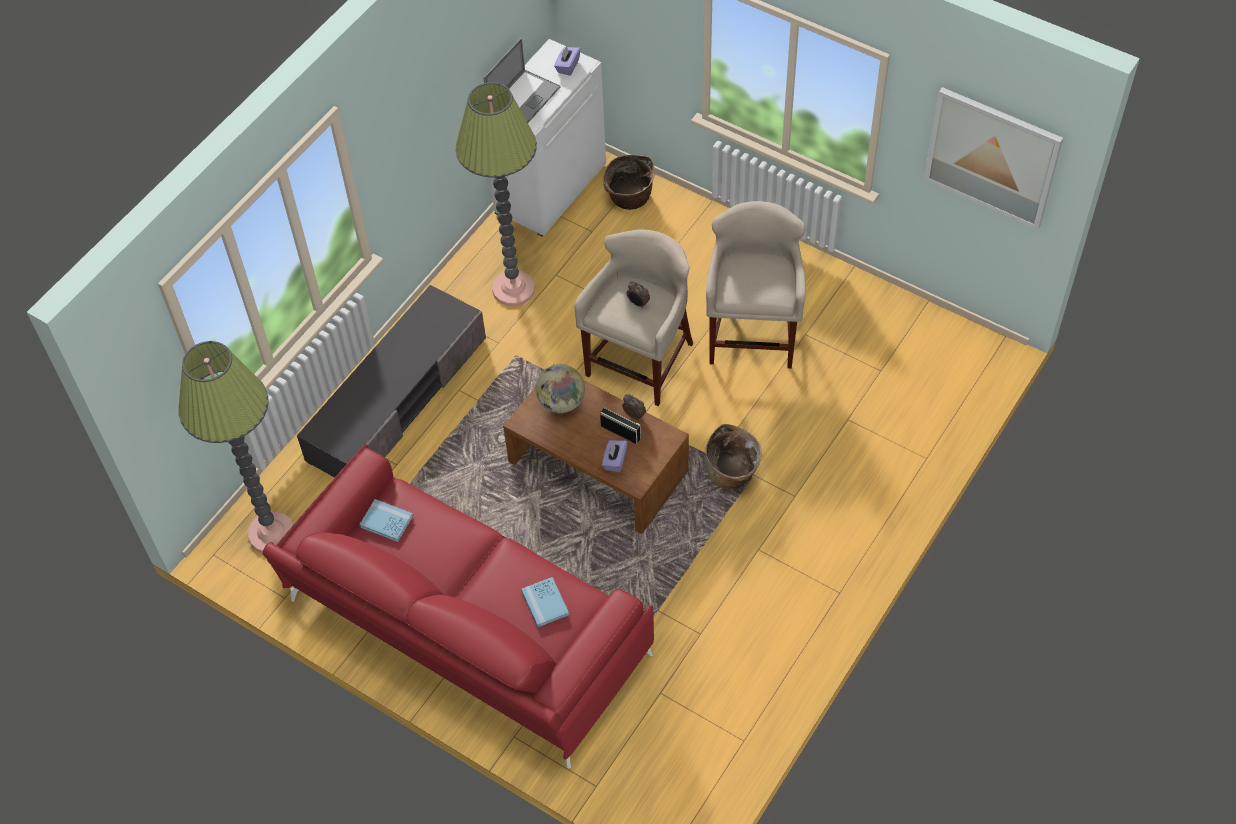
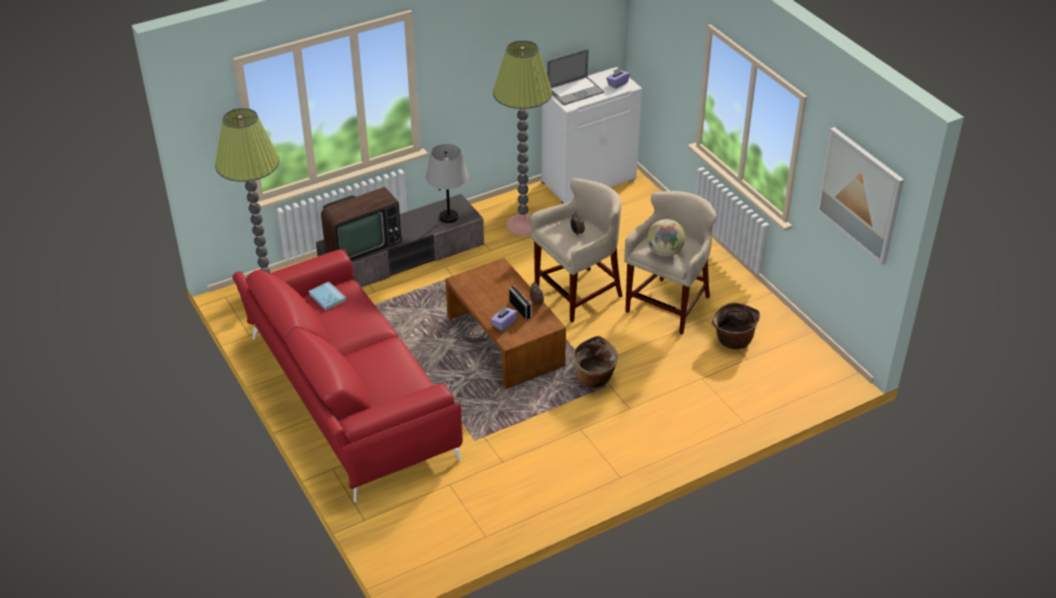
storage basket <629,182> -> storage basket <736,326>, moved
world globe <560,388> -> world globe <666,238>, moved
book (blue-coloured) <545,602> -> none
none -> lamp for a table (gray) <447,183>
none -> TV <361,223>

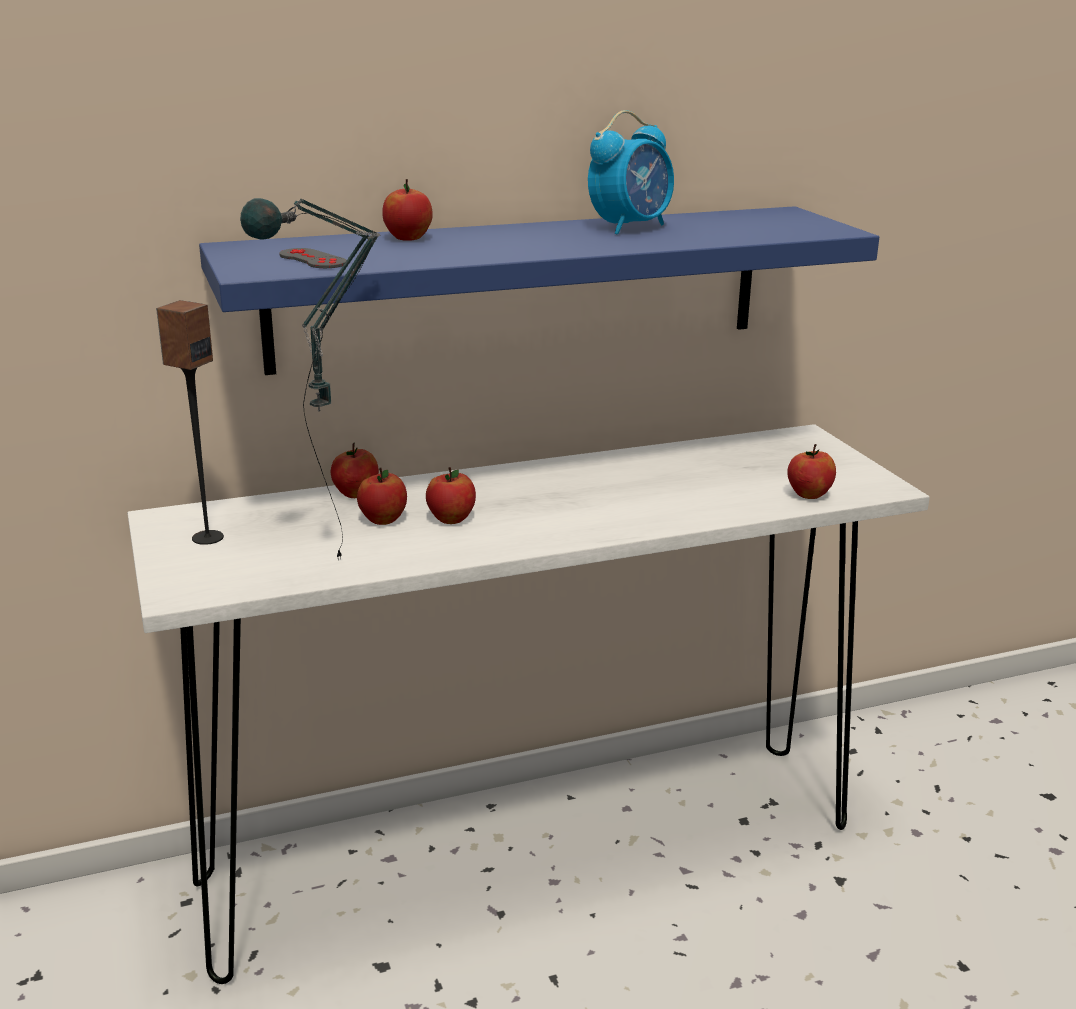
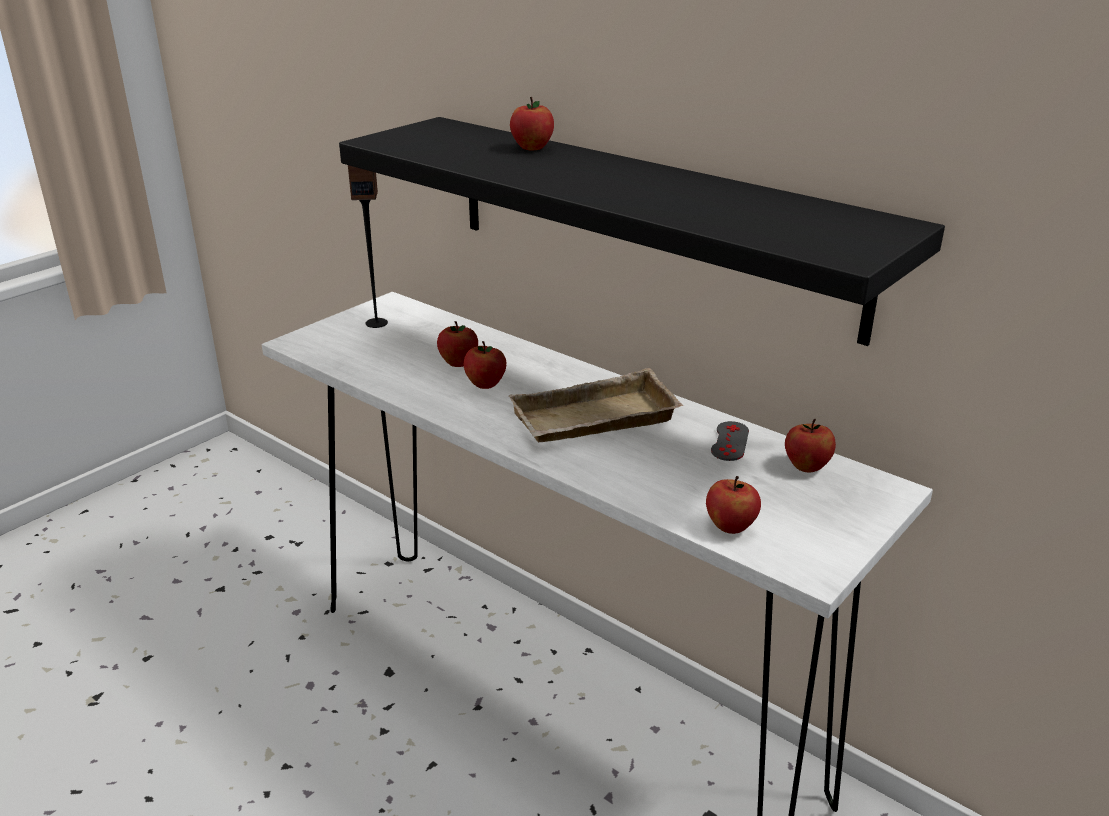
table clock <631,172> -> none
lamp for a table <310,378> -> none
bracket shelf (blue-coloured) <539,290> -> bracket shelf (blackish) <642,231>
joypad (gray) <313,258> -> joypad (gray) <730,441>, moved
apple <355,470> -> apple <810,446>, moved
none -> carrying tray (sand-coloured) <595,405>

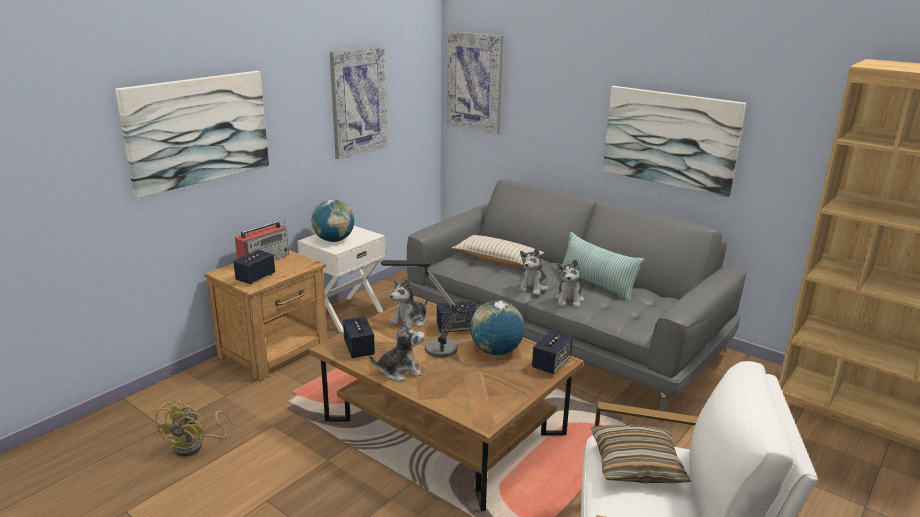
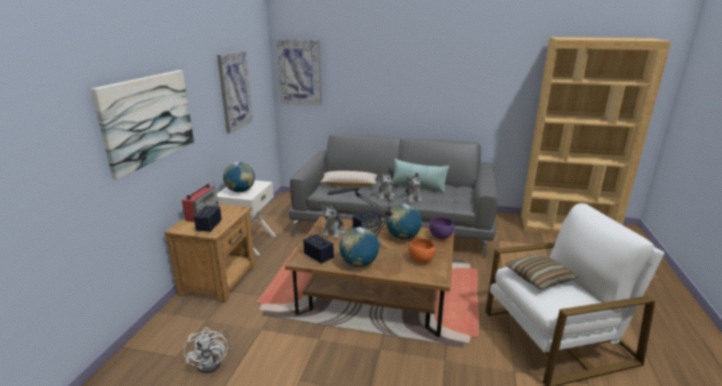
wall art <674,141> -> none
plush toy <397,350> -> world globe <359,247>
loudspeaker <552,352> -> bowl (purple-coloured) <441,228>
cooling fan (yellow) <193,428> -> cooling fan (white) <208,350>
none -> bowl (orange-coloured) <422,250>

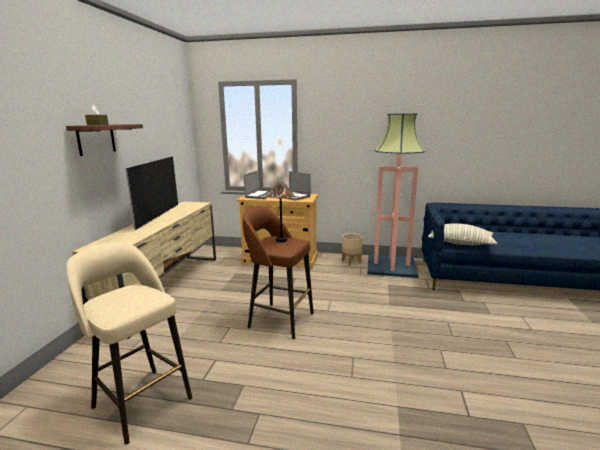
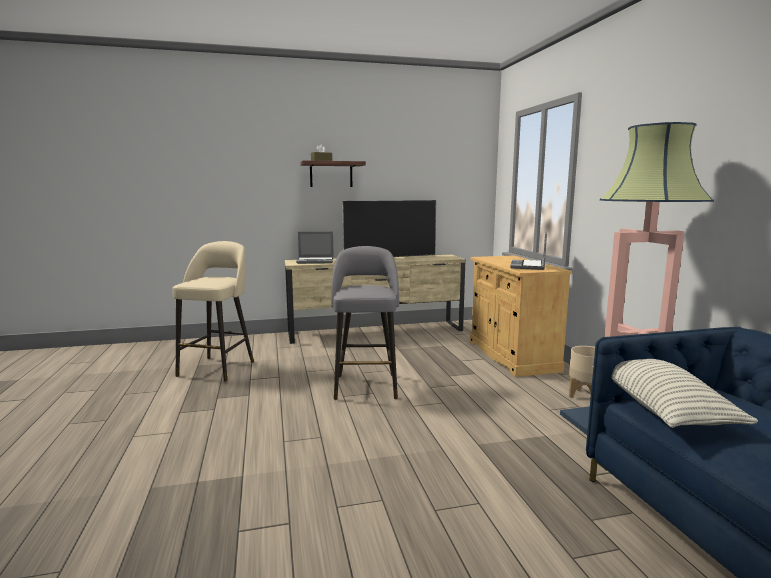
portable computer <257,185> -> portable computer <315,248>, moved
lamp for a table <280,212> -> none
sitting stool (brownish) <278,272> -> sitting stool (gray) <365,323>

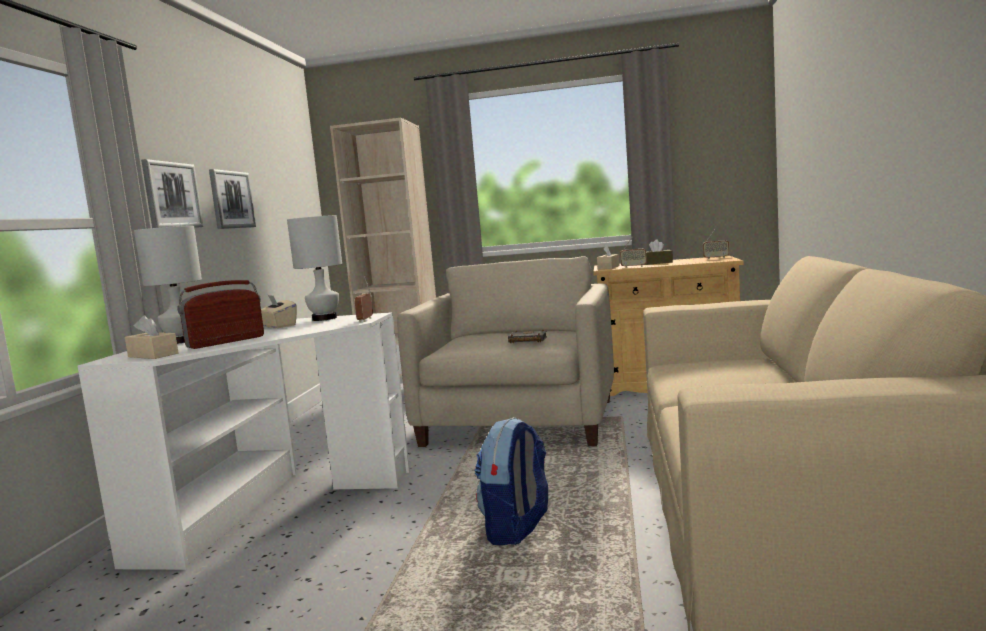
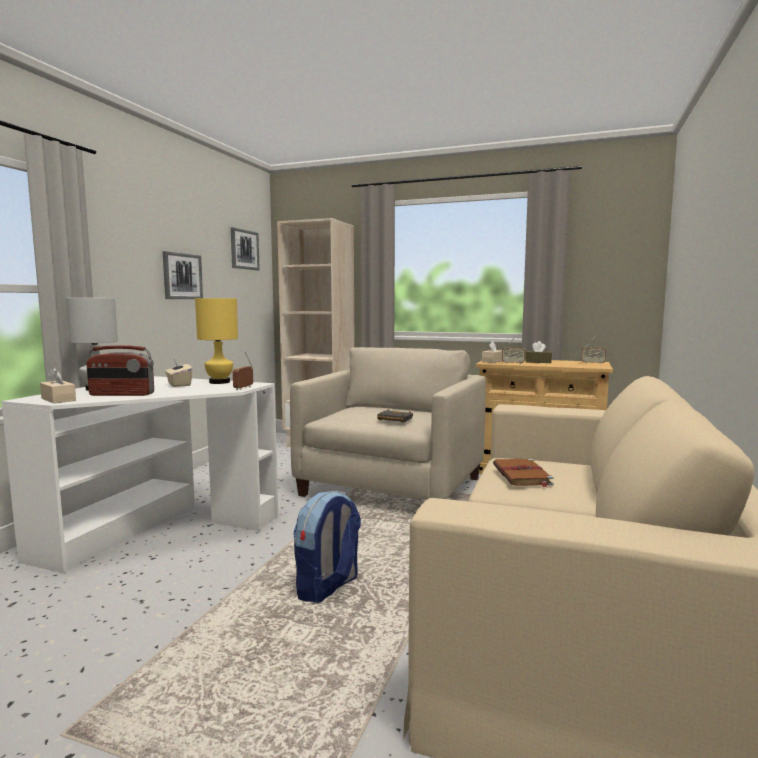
wall art <172,193> -> wall art <245,248>, moved
lamp for a table (white) <314,268> -> lamp for a table (yellow) <216,341>
radio receiver <220,314> -> radio receiver <120,370>, 150 degrees counterclockwise
none -> book (brownish) <523,473>

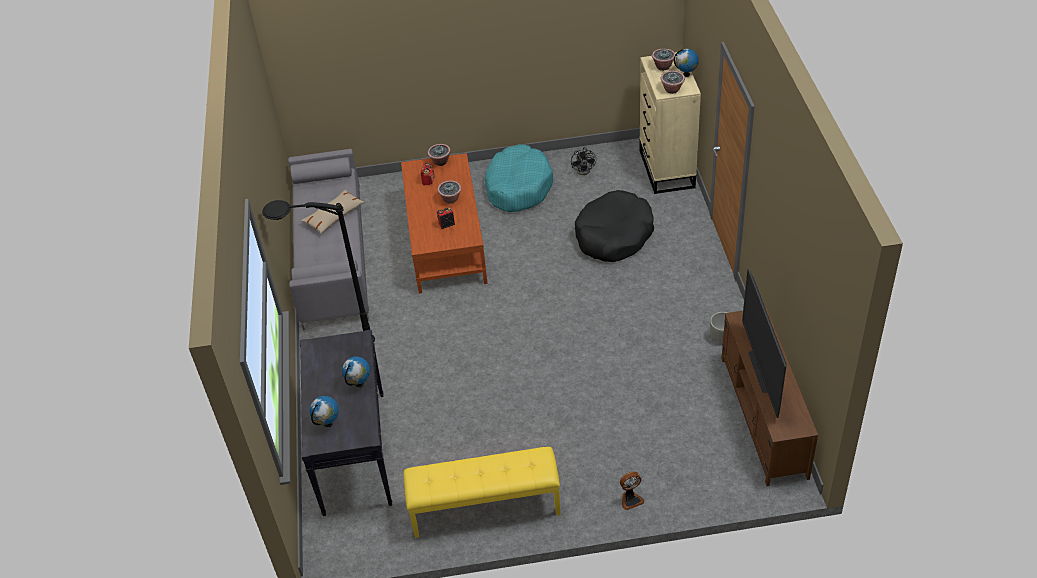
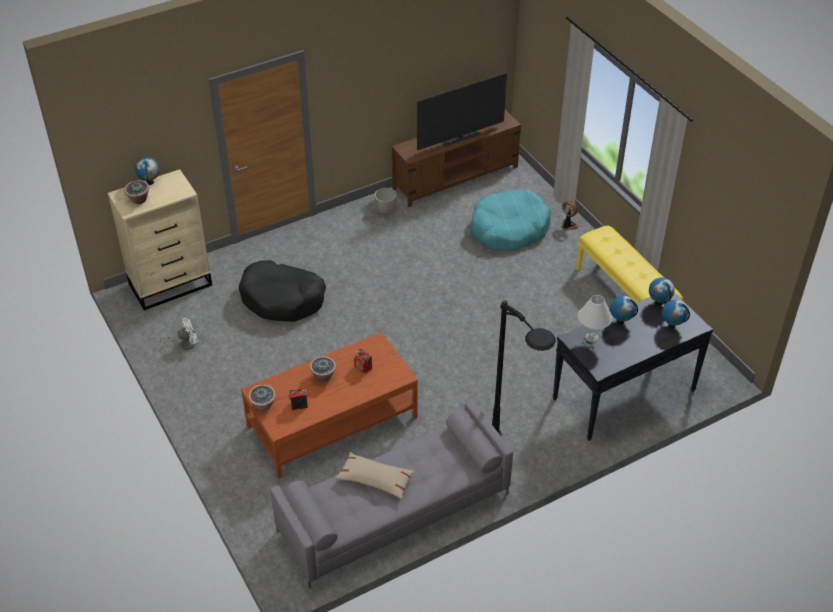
houseplant <673,82> -> none
pet bed (blue-green) <519,178> -> pet bed (blue-green) <510,220>, moved
cooling fan (blackish) <583,161> -> cooling fan (white) <179,334>
none -> world globe <662,291>
none -> lamp for a table (white) <595,319>

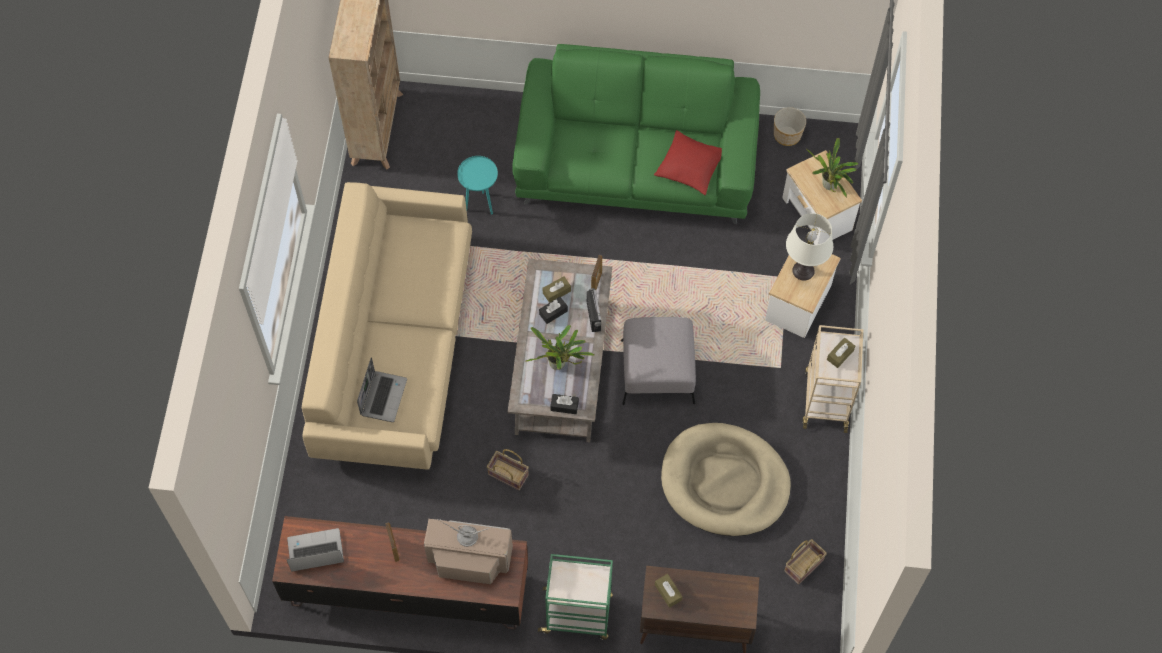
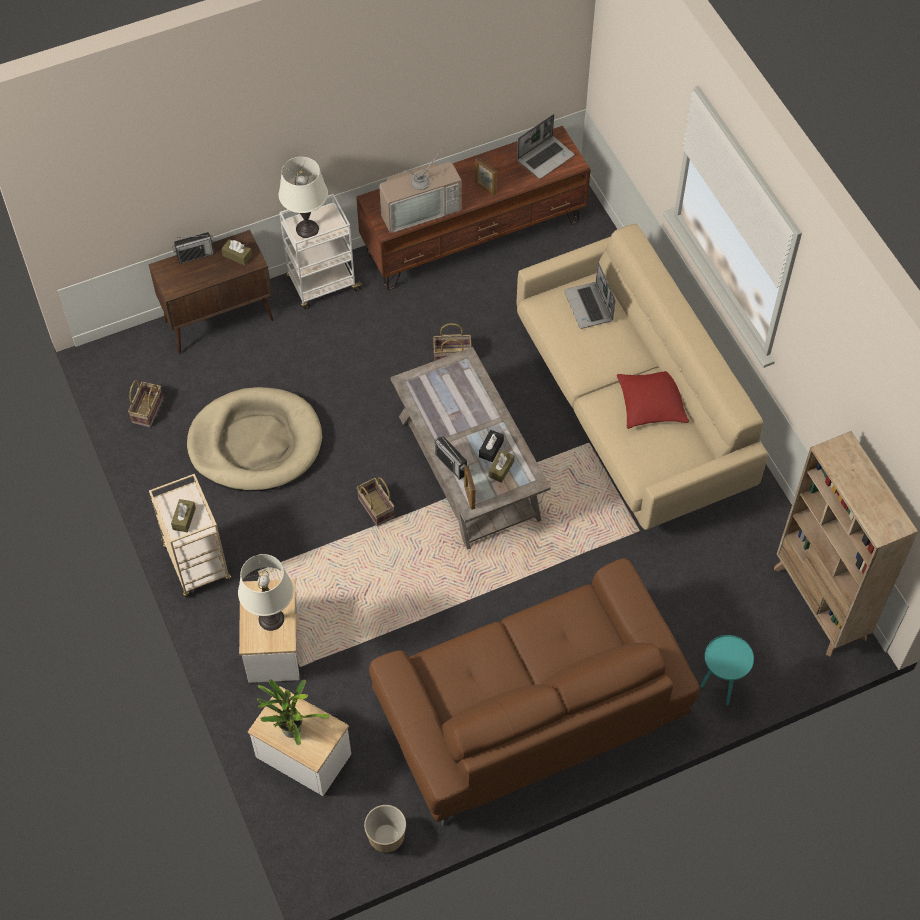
settee (greenish) <636,134> -> settee (brownish) <534,692>
pillow (red-coloured) <688,162> -> pillow (red-coloured) <653,400>, moved
accent table (blue-green) <477,185> -> accent table (blue-green) <727,670>, moved
footrest (gray) <658,361> -> storage basket <376,501>
houseplant <560,347> -> none
box of tissues (blackish) <564,404> -> none
wheeled cart (greenish) <575,597> -> wheeled cart (white) <321,251>
none -> lamp for a table (white) <303,197>
none -> radio receiver <193,248>

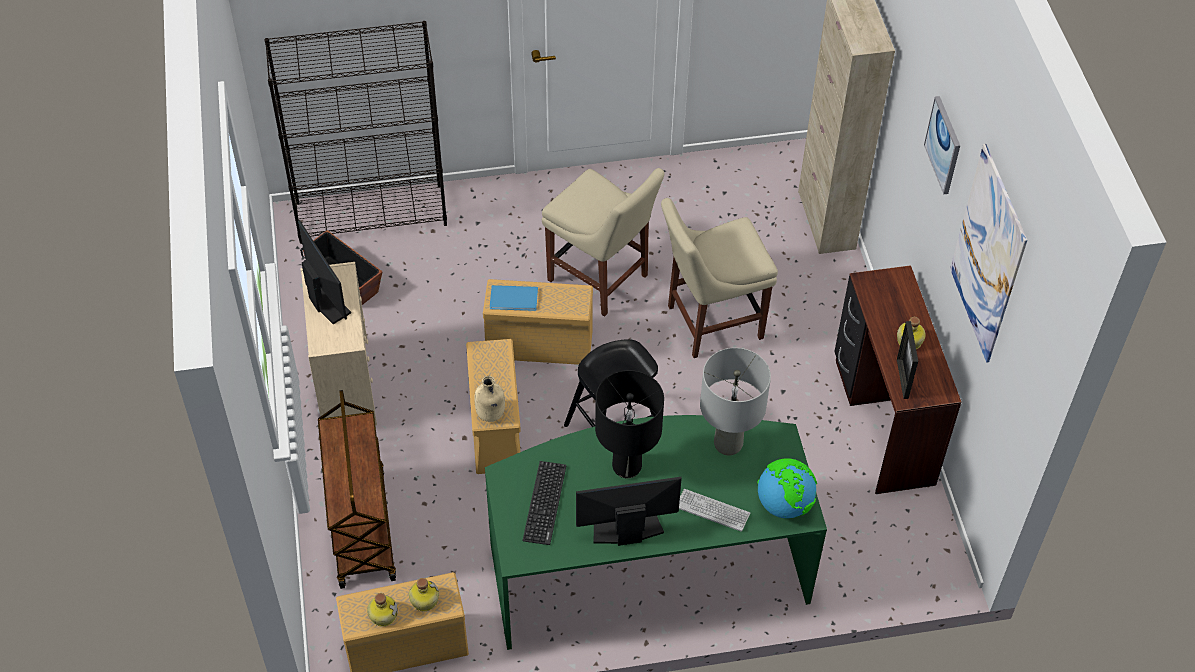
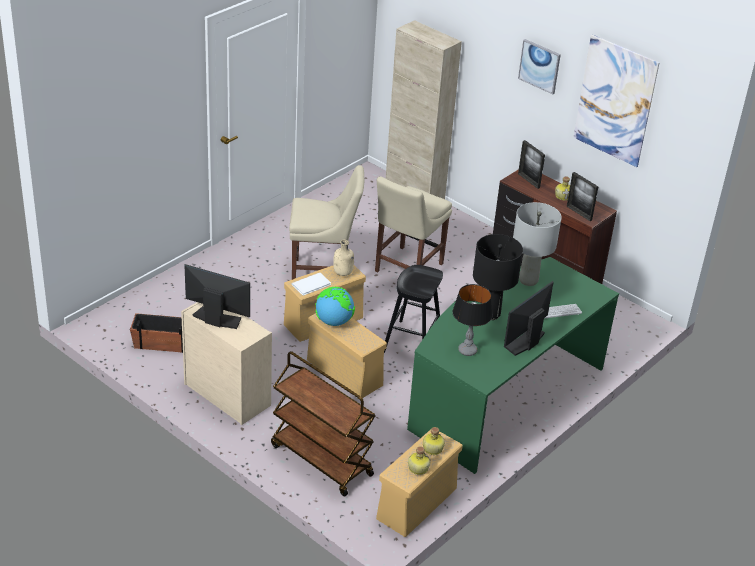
bookcase (blackish) <355,132> -> none
book (blue-coloured) <514,298> -> book (white) <311,284>
drink bottle (sand-coloured) <489,399> -> drink bottle (sand-coloured) <343,258>, moved
world globe <787,488> -> world globe <335,306>, moved
keyboard <544,503> -> lamp for a table <472,320>
none -> standing frame <531,164>

